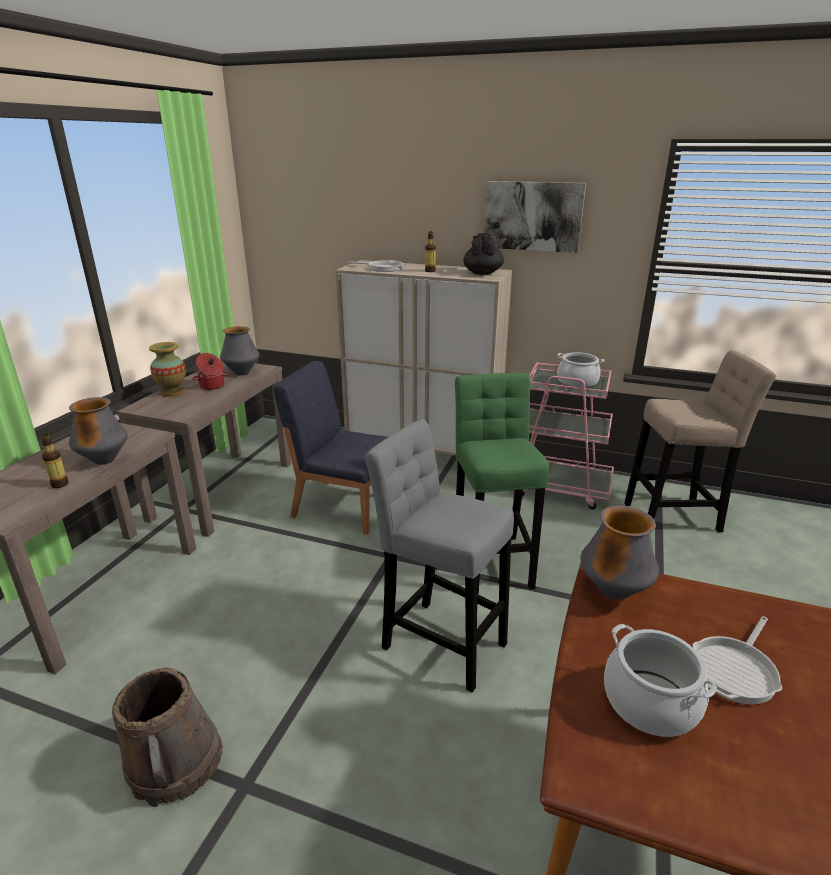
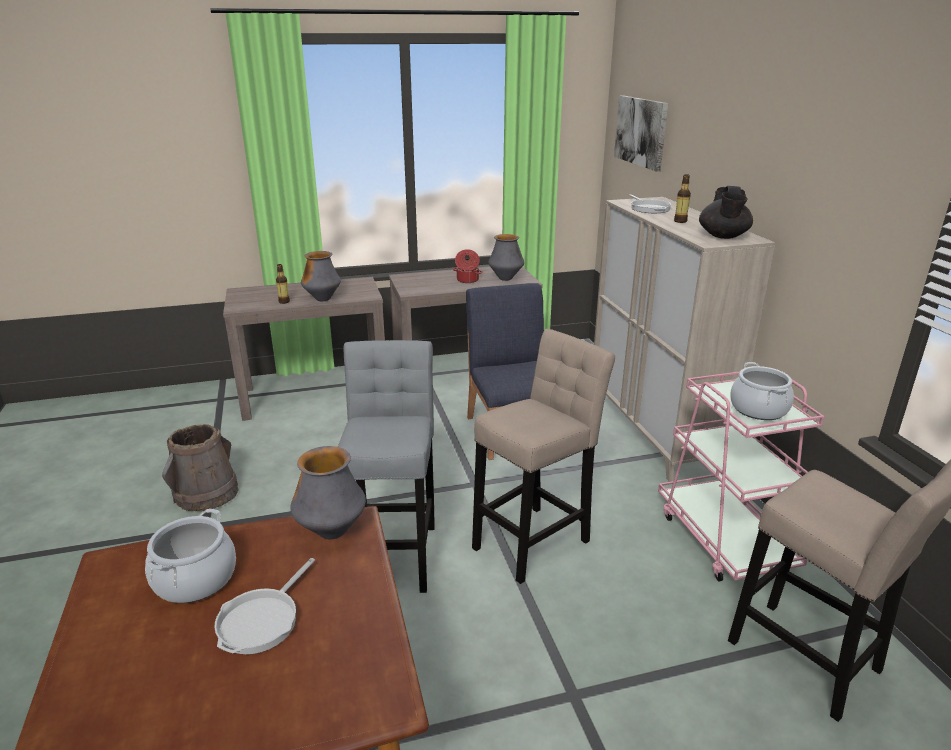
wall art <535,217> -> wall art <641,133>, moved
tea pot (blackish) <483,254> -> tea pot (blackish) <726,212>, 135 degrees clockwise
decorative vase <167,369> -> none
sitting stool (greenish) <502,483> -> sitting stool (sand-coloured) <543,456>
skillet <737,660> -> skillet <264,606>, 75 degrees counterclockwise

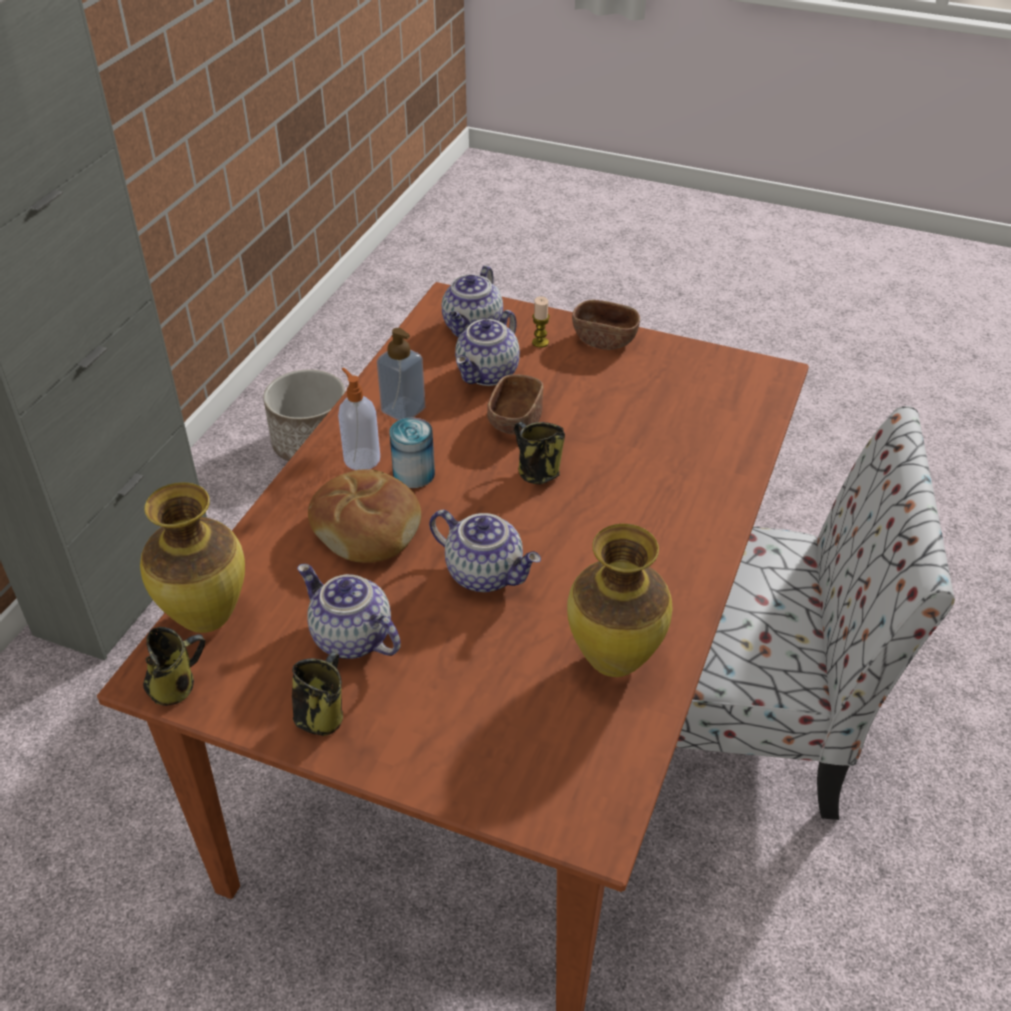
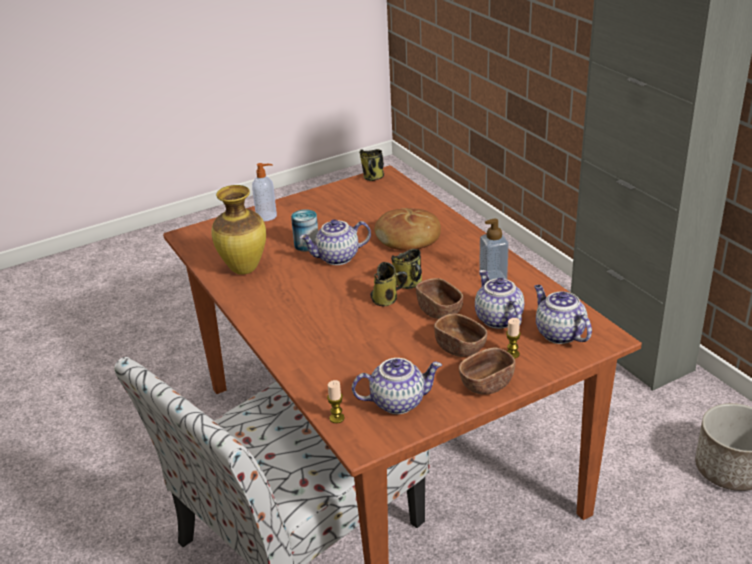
liquid soap bottle <359,419> -> liquid soap bottle <264,192>, moved
metal can <412,453> -> metal can <304,230>, moved
decorative vase <192,557> -> none
tea pot <349,611> -> tea pot <397,386>, moved
coffee mug <317,694> -> coffee mug <406,269>, moved
none -> bowl (brownish) <460,335>
none -> wax candle <336,401>

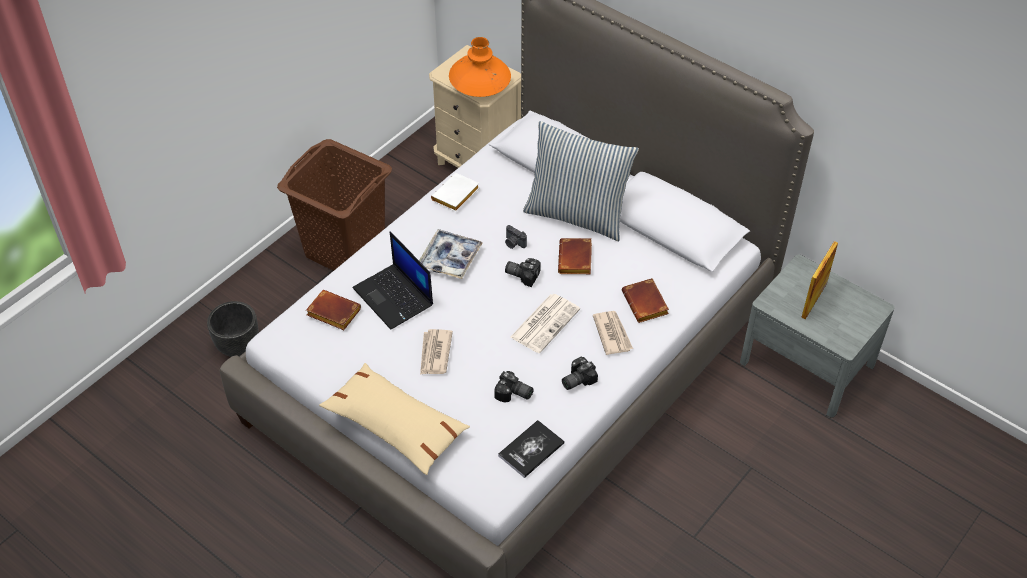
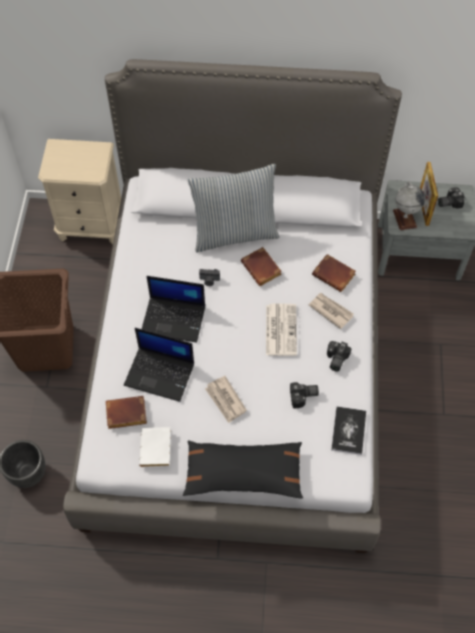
decorative vase (orange-coloured) <480,67> -> none
book (white) <455,192> -> book (white) <155,447>, moved
carrying tray <451,254> -> portable computer <173,309>
photo camera <523,272> -> photo camera <451,198>, moved
pillow (sand-coloured) <394,419> -> pillow (blackish) <243,469>
none -> world globe <409,206>

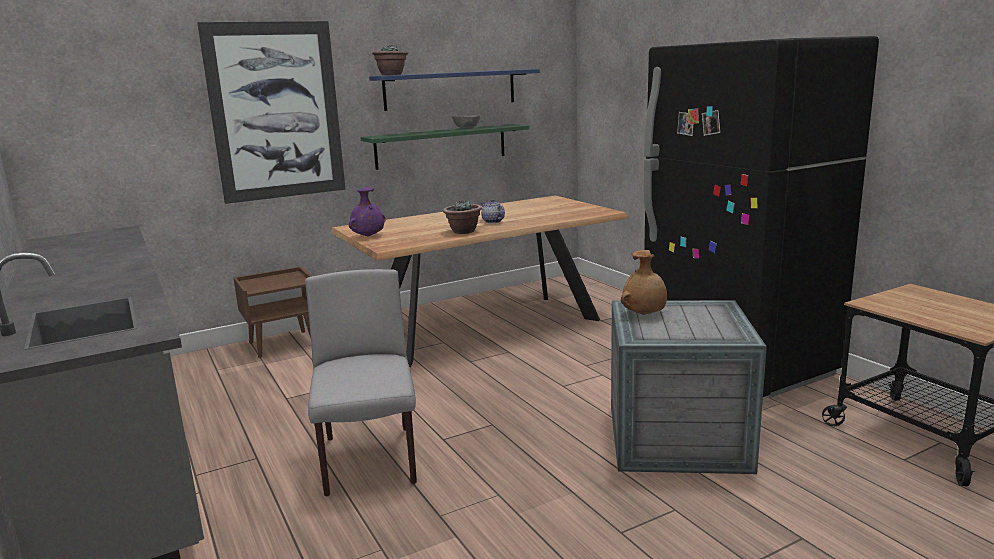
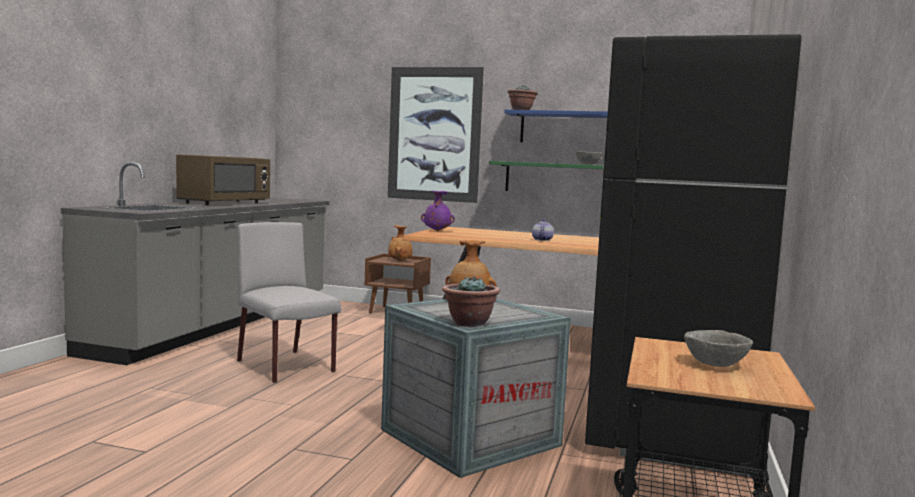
houseplant <462,217> -> houseplant <471,301>, moved
chair (gray) <361,383> -> chair (gray) <289,302>, 75 degrees counterclockwise
none -> microwave oven (brownish) <223,179>
none -> decorative vase (brownish) <400,243>
none -> bowl (gray) <718,348>

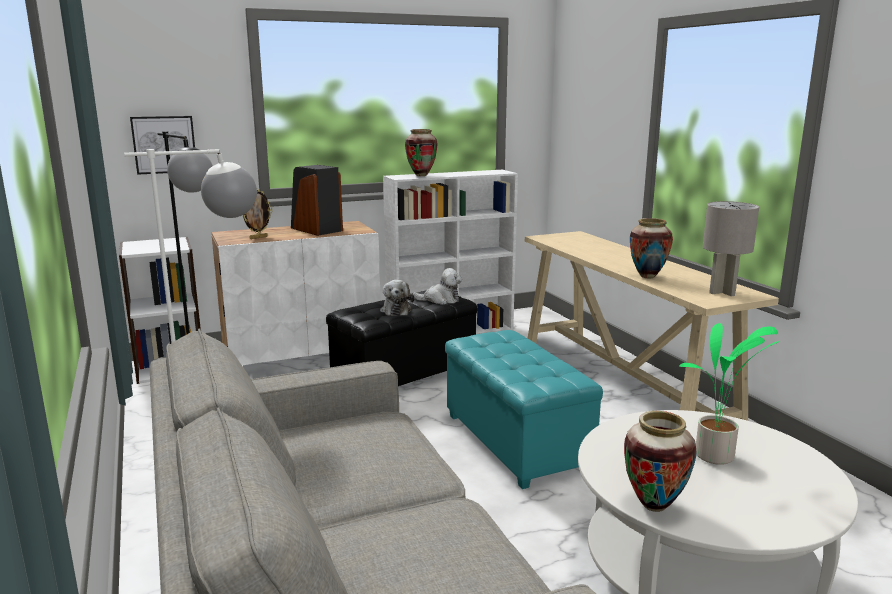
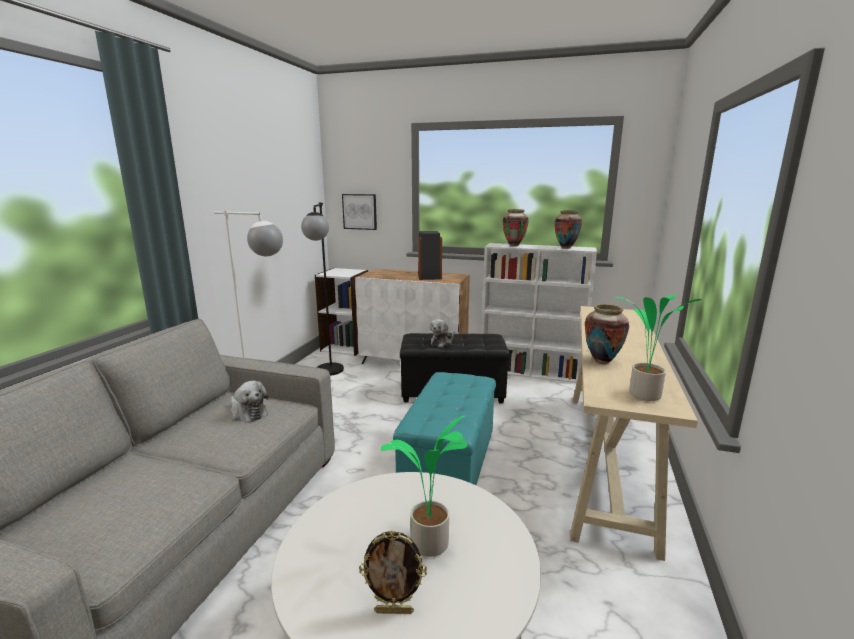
standing frame <257,213> -> standing frame <393,572>, moved
lamp for a table (gray) <731,248> -> houseplant <658,347>
plush toy <437,286> -> plush toy <249,401>, moved
decorative vase <660,461> -> decorative vase <568,229>, moved

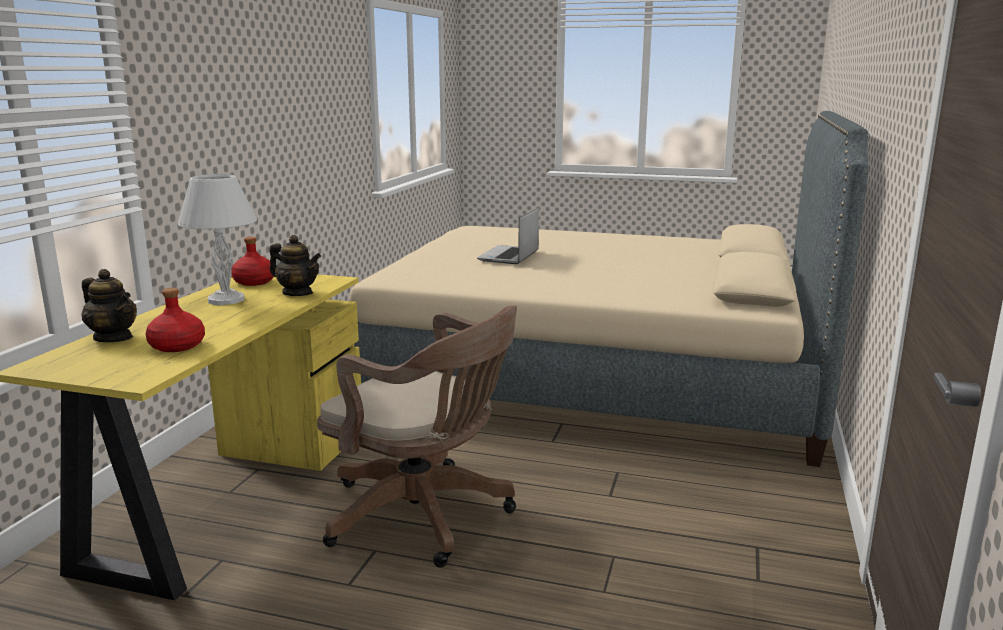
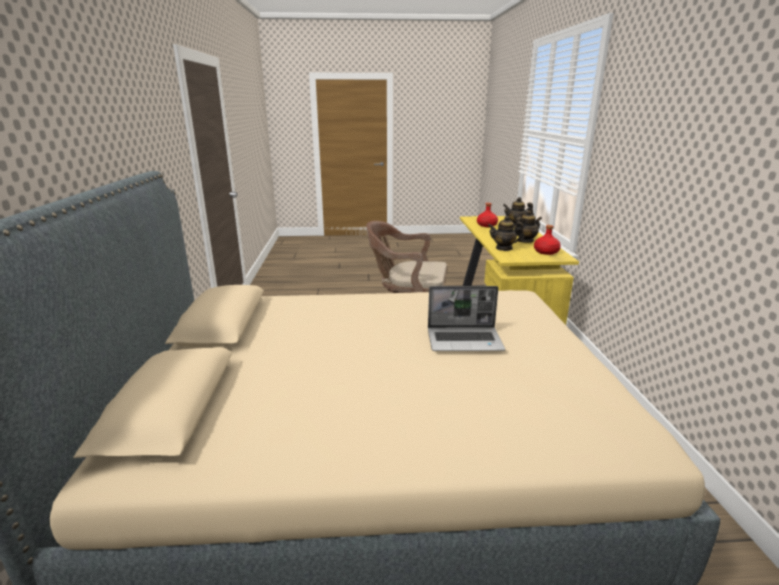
lamp for a table (white) <217,239> -> tea pot <528,226>
portable computer <508,236> -> portable computer <466,318>, 90 degrees clockwise

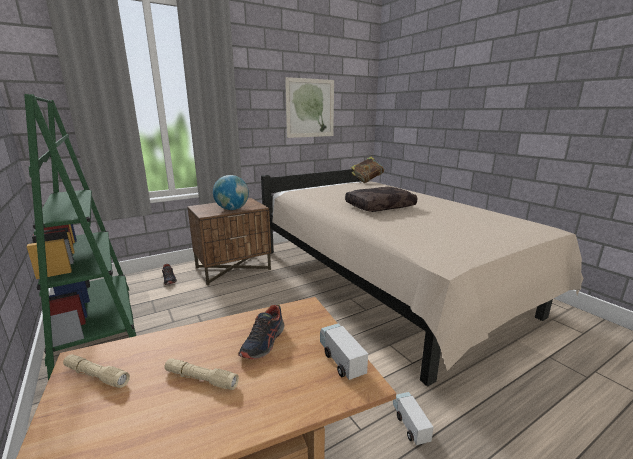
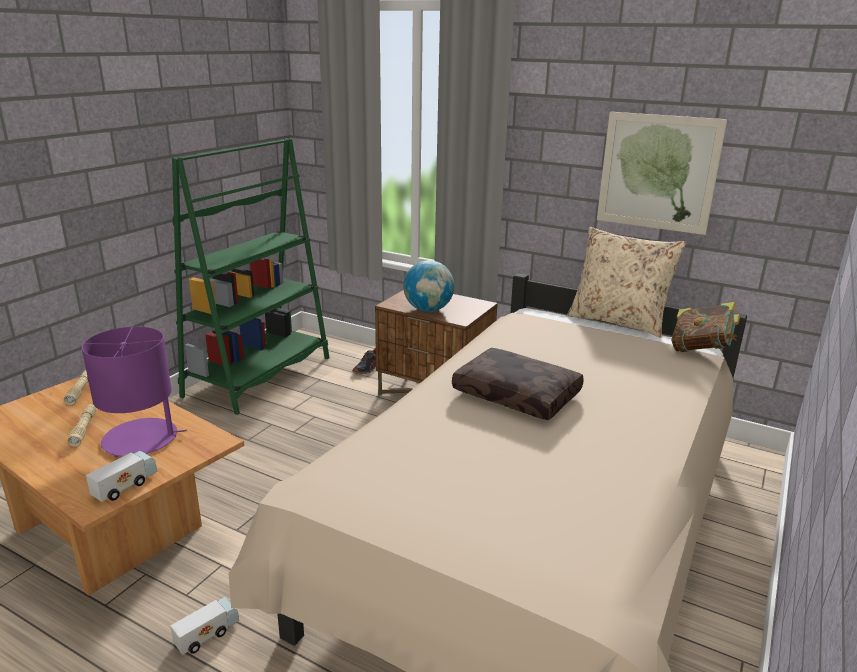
low shoe <261,332> -> lamp for a table (purple-coloured) <134,391>
none -> pillow (sand-coloured) <626,282>

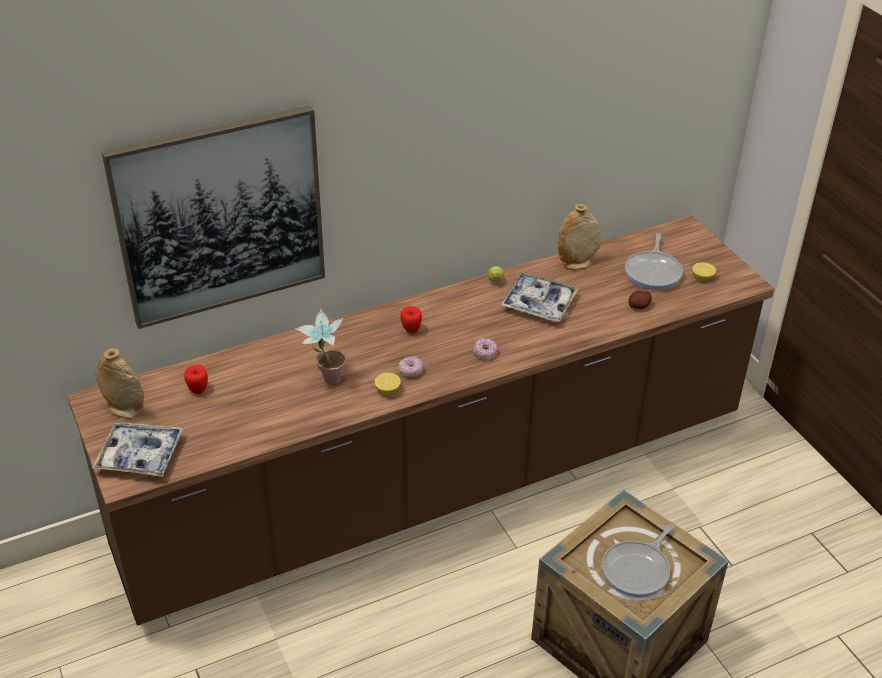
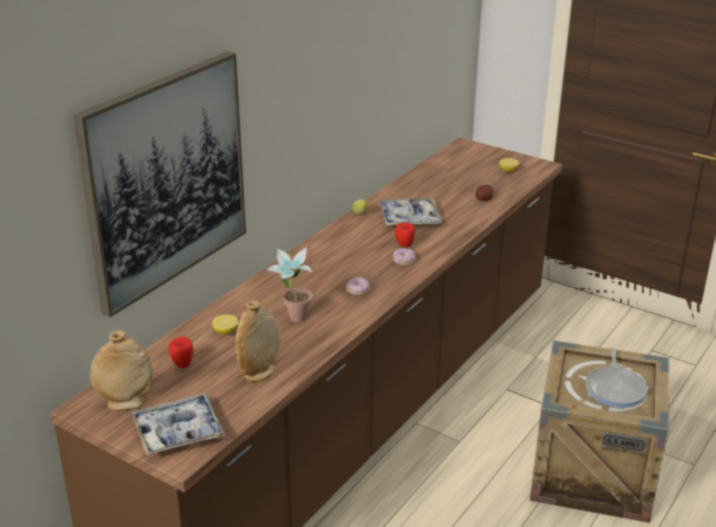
decorative vase (sand-coloured) <579,237> -> decorative vase (sand-coloured) <258,341>, moved
skillet <654,261> -> none
apple <411,319> -> apple <405,235>, moved
citrus fruit <388,383> -> citrus fruit <225,325>, moved

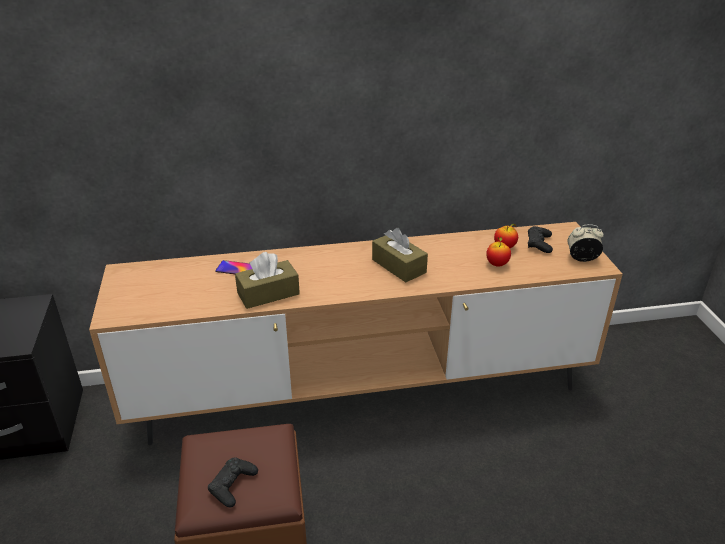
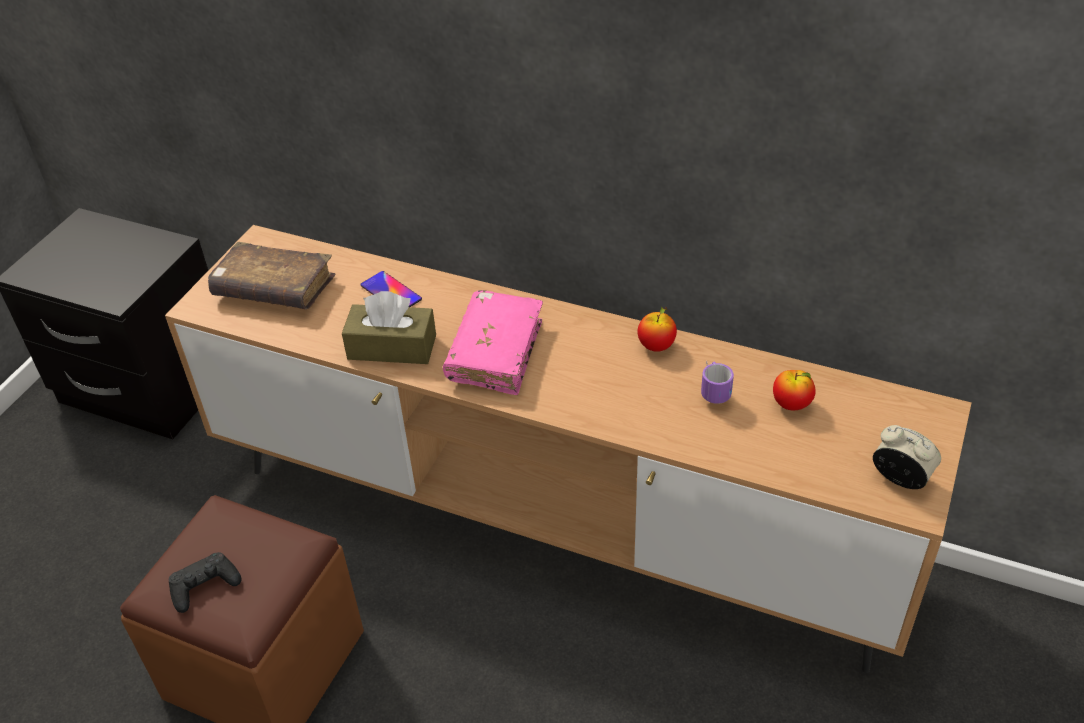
joypad (blackish) <540,239> -> none
box of tissues (brownish) <400,255> -> none
apple <498,251> -> apple <657,329>, moved
none -> book (brownish) <272,275>
none -> book (pink-coloured) <493,342>
none -> coffee mug <717,382>

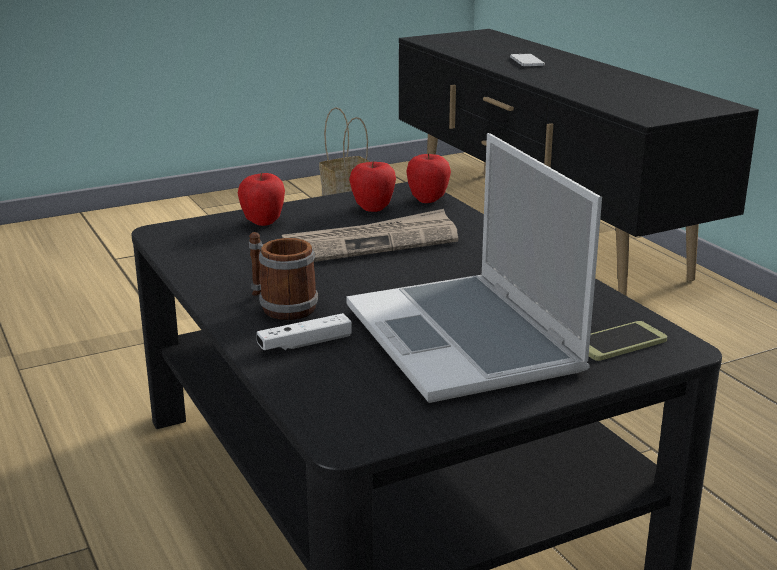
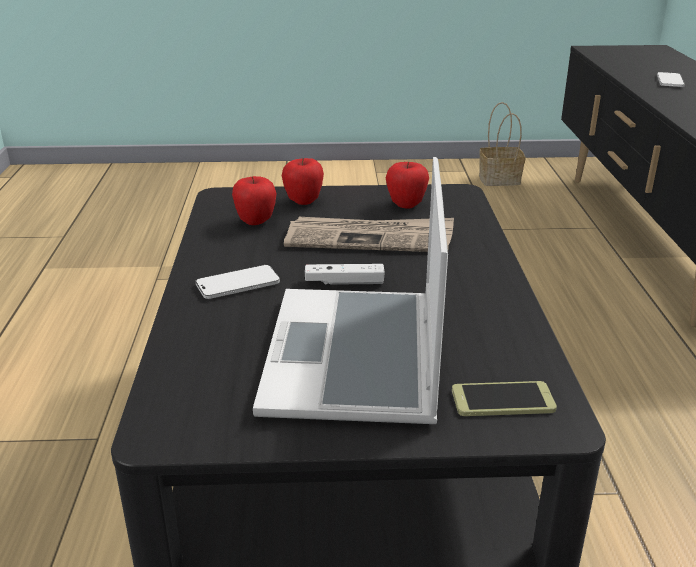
apple <428,178> -> apple <254,200>, moved
coffee mug <283,276> -> telephone <237,282>
joypad (white) <304,332> -> joypad (white) <345,274>, moved

